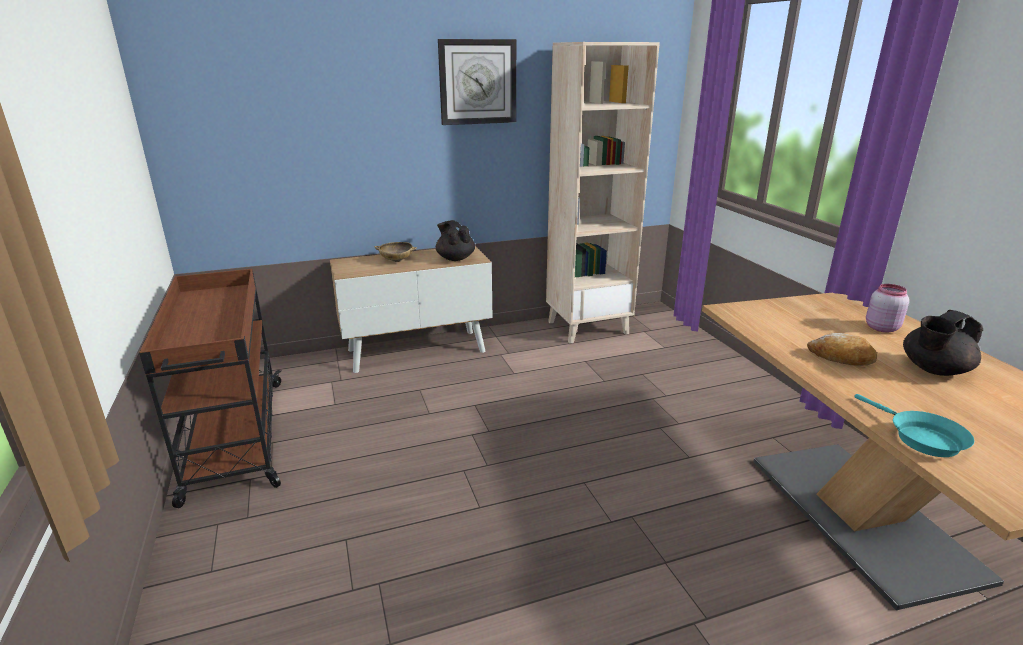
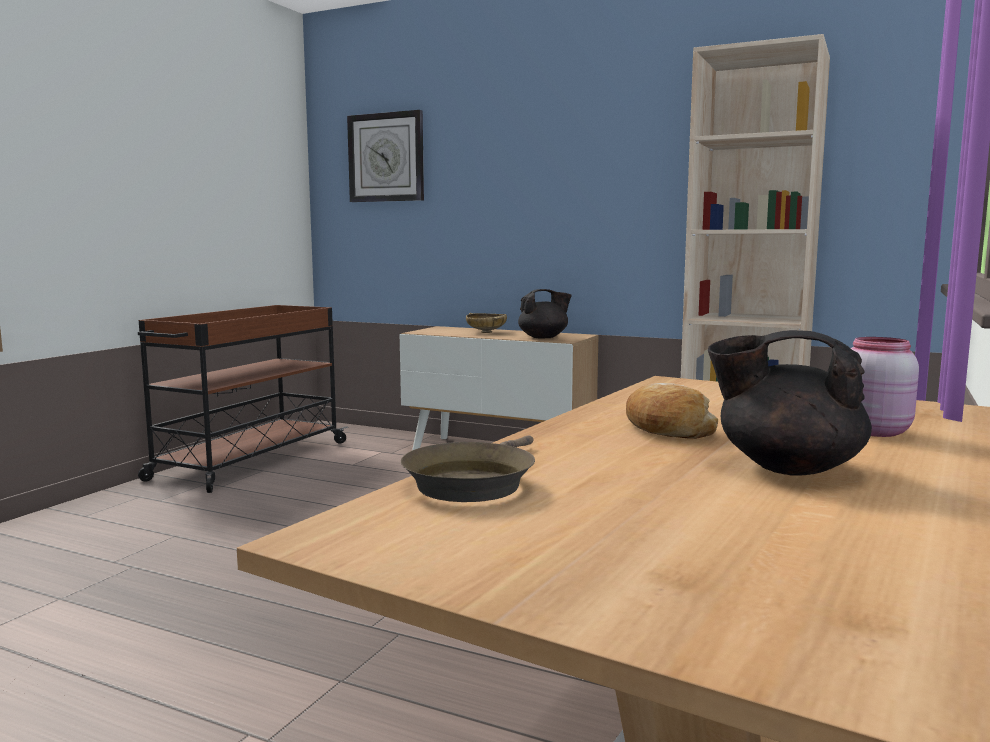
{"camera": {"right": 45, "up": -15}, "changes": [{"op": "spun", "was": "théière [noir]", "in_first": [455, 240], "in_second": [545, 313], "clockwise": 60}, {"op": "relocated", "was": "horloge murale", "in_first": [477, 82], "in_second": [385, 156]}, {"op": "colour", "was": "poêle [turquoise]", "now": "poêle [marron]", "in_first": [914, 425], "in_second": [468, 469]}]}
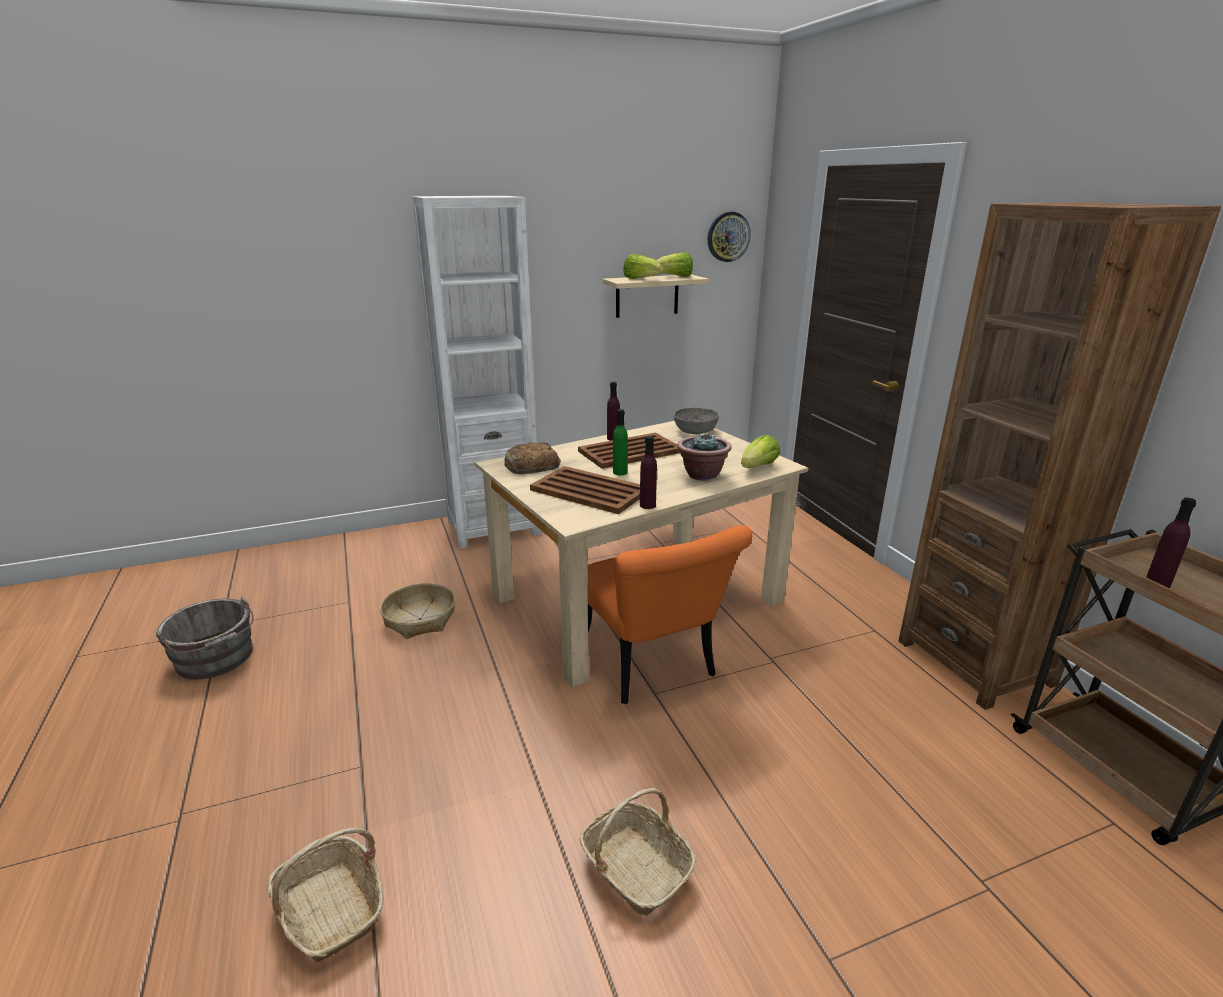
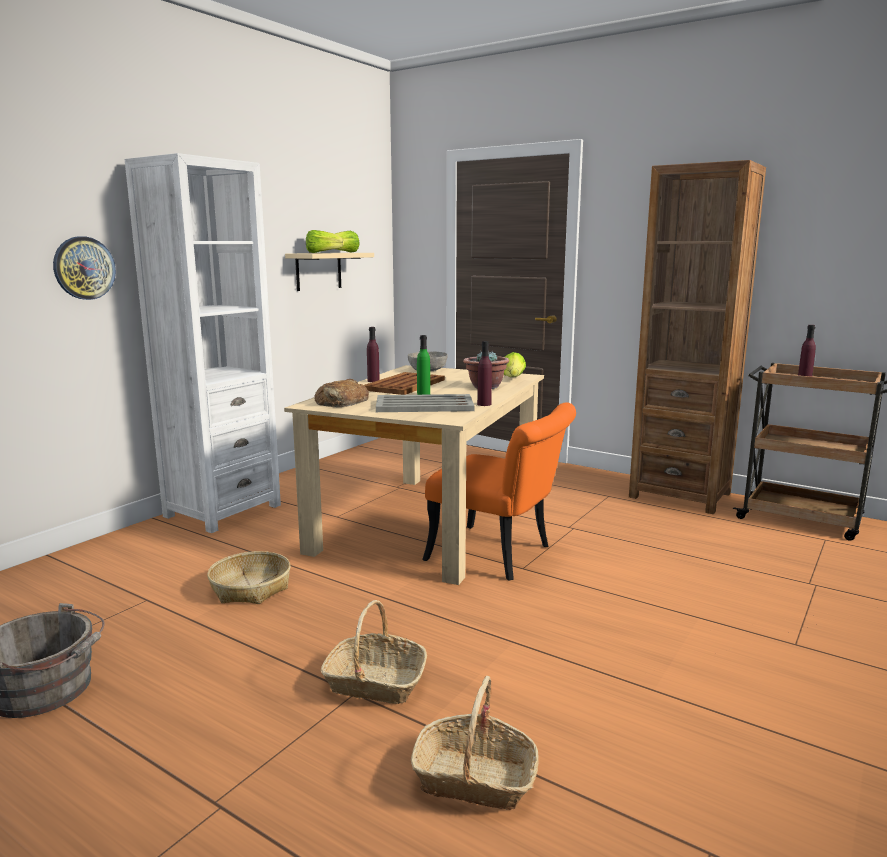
{"camera": {"right": -35, "up": -10}, "changes": [{"op": "colour", "was": "plateau [marron]", "now": "plateau [gris]", "in_first": [585, 490], "in_second": [425, 403]}, {"op": "relocated", "was": "panier", "in_first": [638, 852], "in_second": [374, 652]}, {"op": "relocated", "was": "horloge murale", "in_first": [729, 237], "in_second": [84, 268]}]}
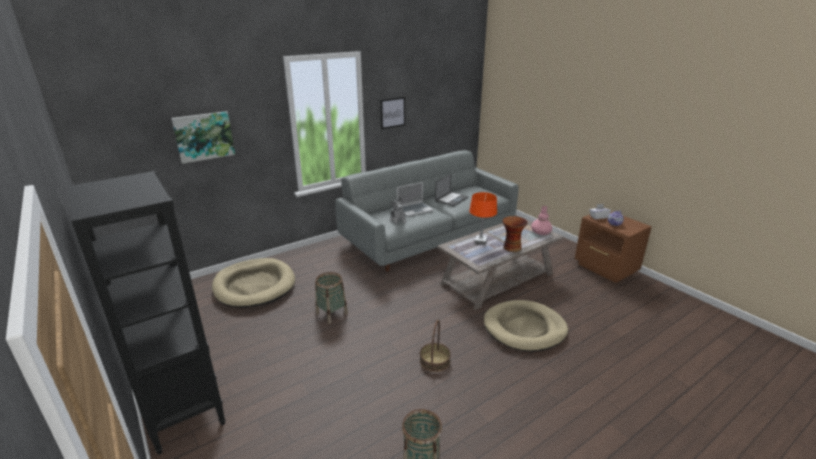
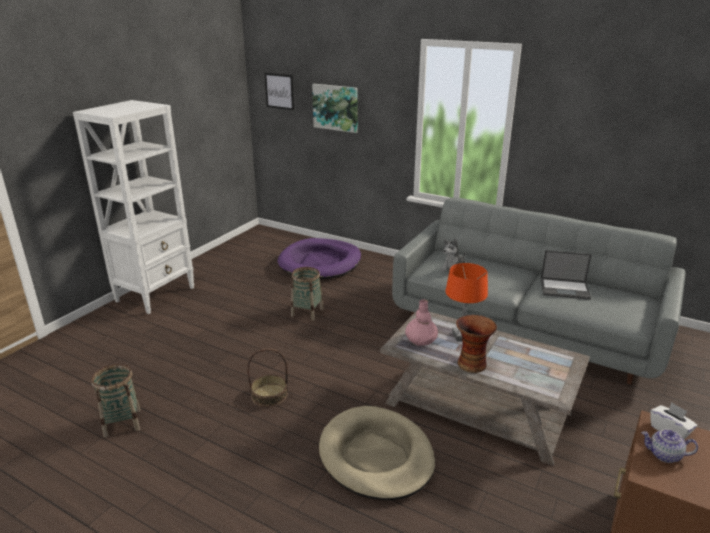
{"camera": {"right": 65, "up": 0}, "changes": [{"op": "colour", "was": "bibliothèque [noir]", "now": "bibliothèque [blanc]", "in_first": [147, 313], "in_second": [134, 207]}, {"op": "colour", "was": "panier pour chien [beige]", "now": "panier pour chien [violet]", "in_first": [253, 283], "in_second": [319, 258]}, {"op": "relocated", "was": "tableau", "in_first": [392, 113], "in_second": [279, 91]}, {"op": "missing", "was": "ordinateur portable", "in_first": [415, 199]}, {"op": "relocated", "was": "vase [rose]", "in_first": [541, 220], "in_second": [421, 322]}]}
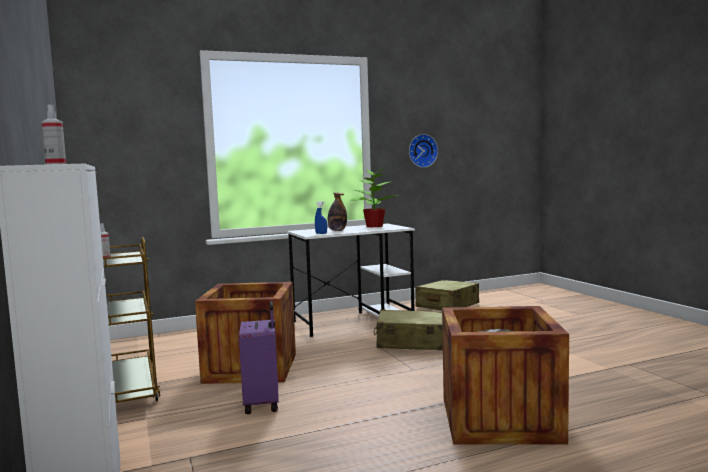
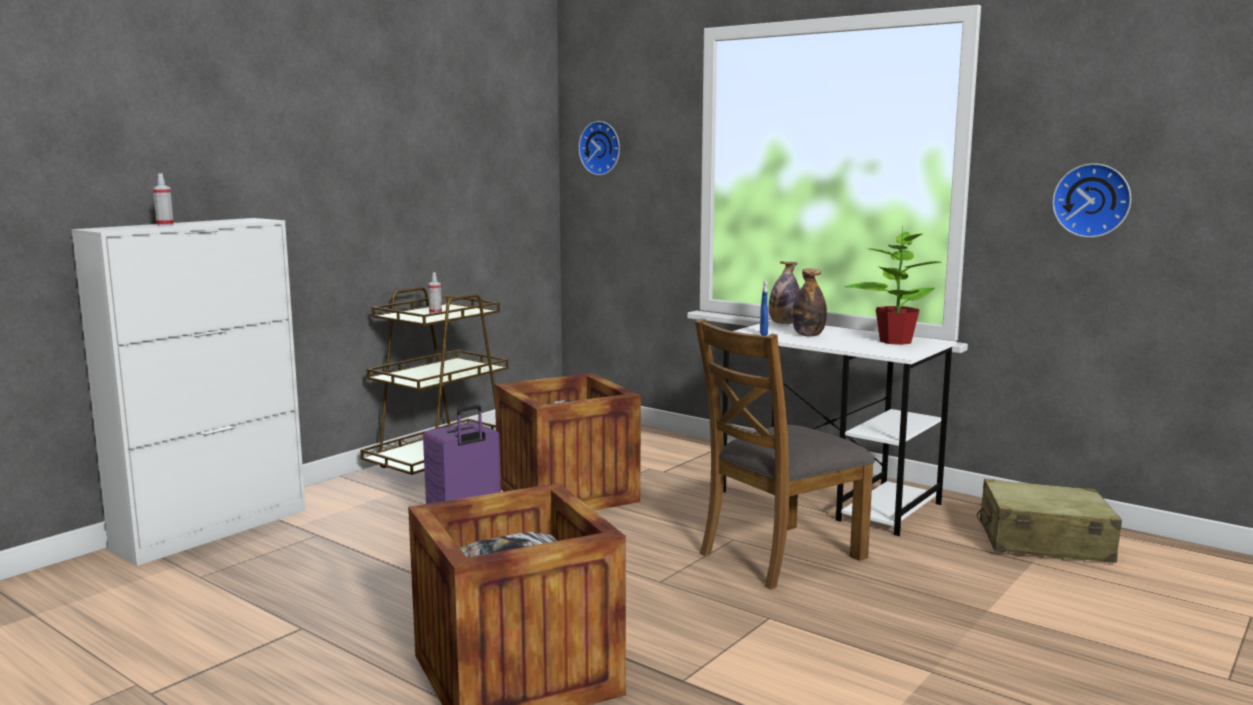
{"camera": {"right": 60, "up": 5}, "changes": [{"op": "exchanged", "was": "valise [beige]", "now": "chaise [marron]", "in_first": [408, 330], "in_second": [785, 454]}, {"op": "appeared", "now": "horloge murale", "in_second": [599, 148]}, {"op": "appeared", "now": "bouteille", "in_second": [784, 292]}]}
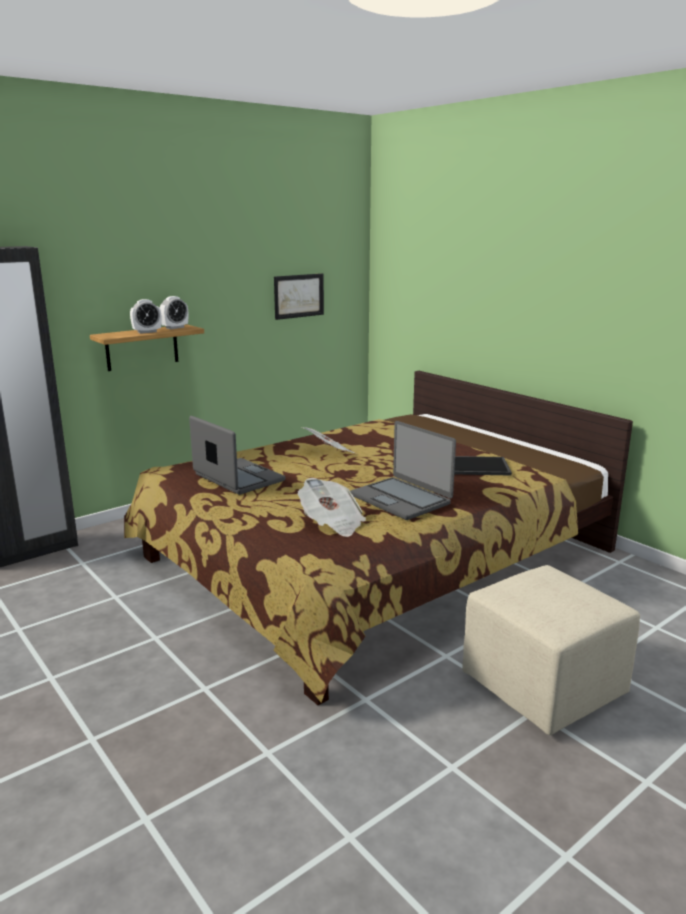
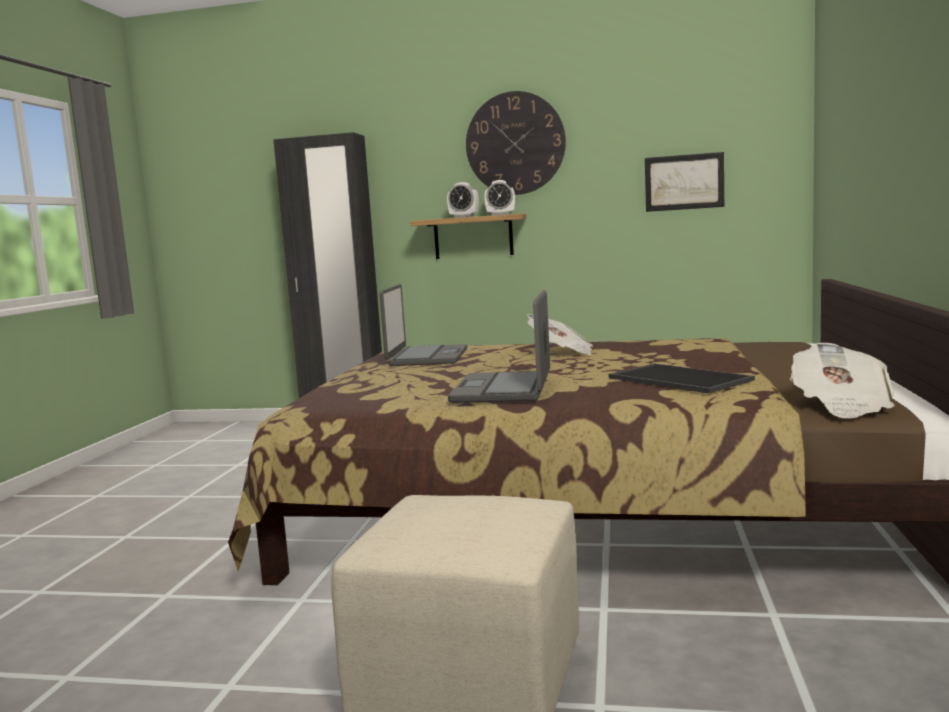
{"camera": {"right": 50, "up": -10}, "changes": [{"op": "relocated", "was": "journal", "in_first": [332, 507], "in_second": [842, 381]}, {"op": "appeared", "now": "horloge murale", "in_second": [516, 143]}]}
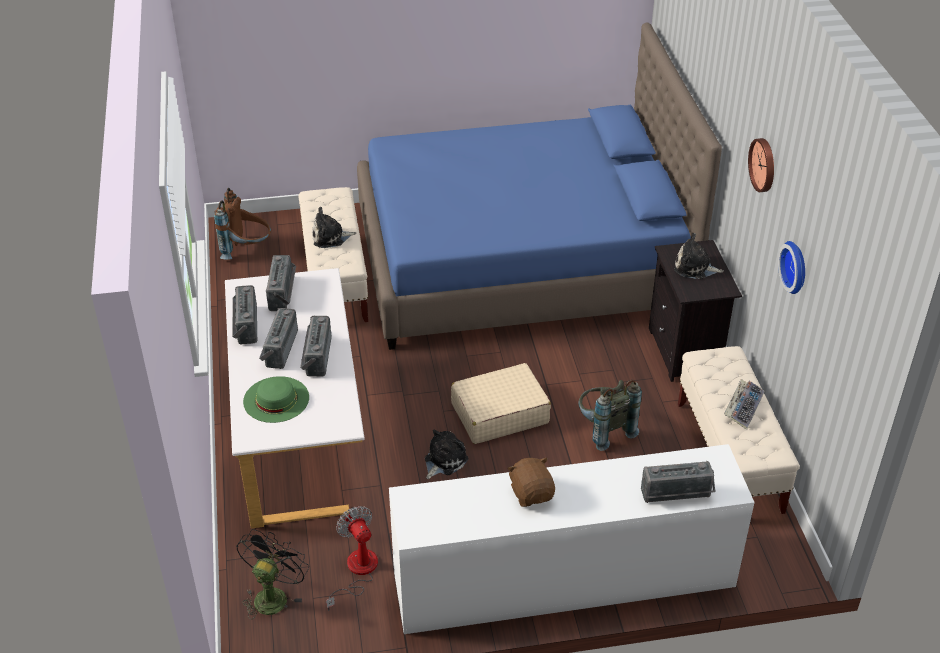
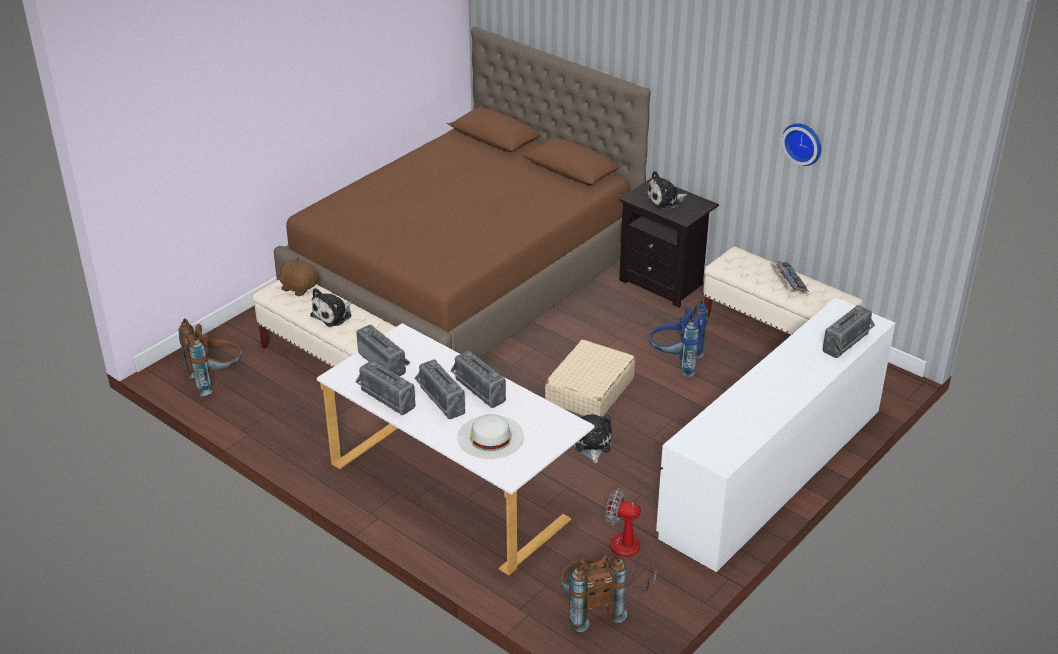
{"camera": {"right": -40, "up": -5}, "changes": [{"op": "exchanged", "was": "ventilateur [noir]", "now": "sac à dos [marron]", "in_first": [272, 574], "in_second": [593, 593]}, {"op": "colour", "was": "chapeau [vert]", "now": "chapeau [blanc]", "in_first": [276, 399], "in_second": [490, 436]}, {"op": "colour", "was": "lit [bleu]", "now": "lit [marron]", "in_first": [539, 186], "in_second": [462, 192]}, {"op": "relocated", "was": "peluche [marron]", "in_first": [531, 482], "in_second": [298, 277]}, {"op": "colour", "was": "sac à dos [gris]", "now": "sac à dos [bleu]", "in_first": [610, 415], "in_second": [678, 338]}, {"op": "missing", "was": "horloge murale", "in_first": [761, 165]}]}
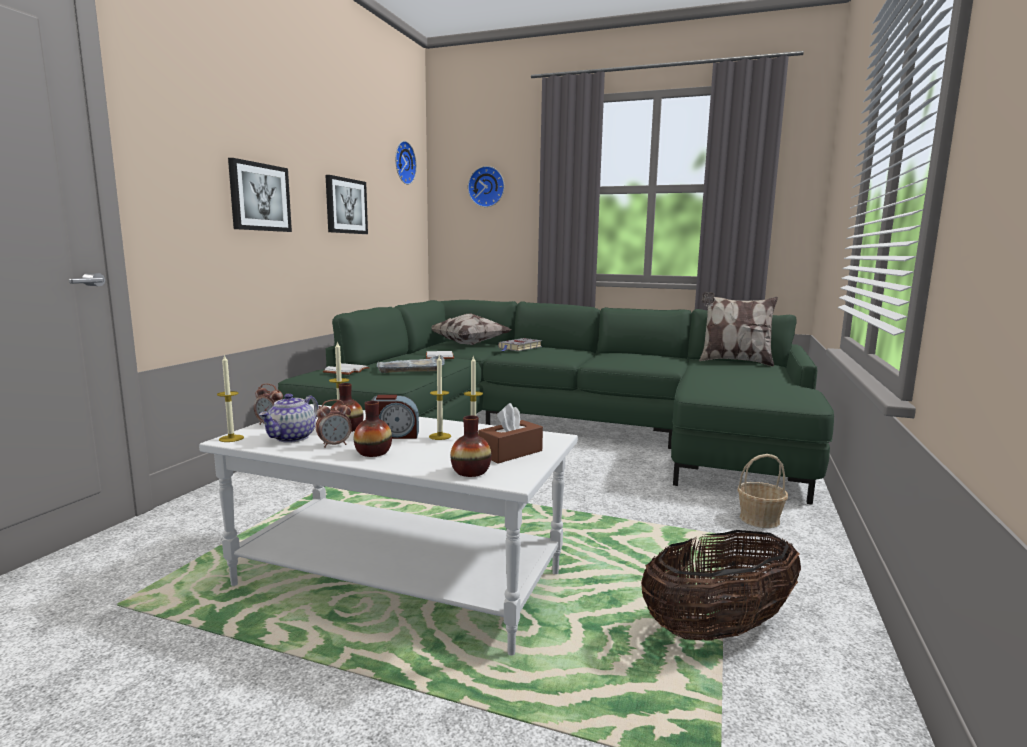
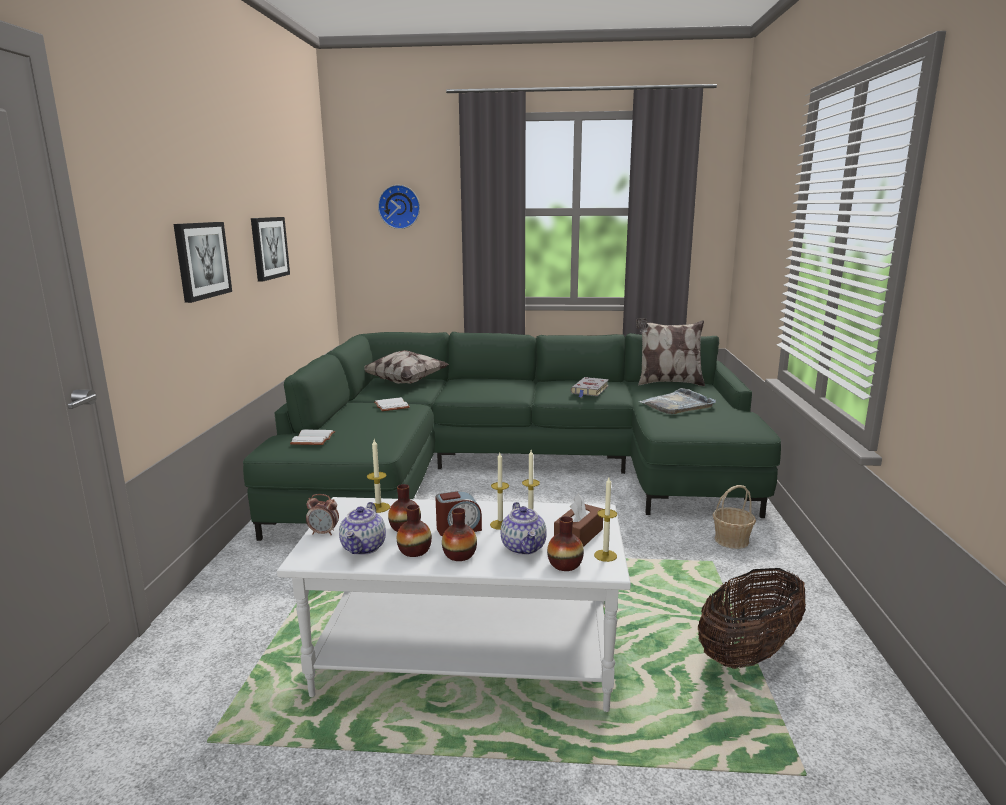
{"camera": {"right": -15, "up": 5}, "changes": [{"op": "relocated", "was": "bougie", "in_first": [230, 398], "in_second": [605, 519]}, {"op": "exchanged", "was": "réveil", "now": "vase", "in_first": [334, 423], "in_second": [414, 530]}, {"op": "relocated", "was": "plateau [gris]", "in_first": [411, 364], "in_second": [677, 401]}, {"op": "missing", "was": "horloge murale", "in_first": [406, 163]}, {"op": "relocated", "was": "livre [gris]", "in_first": [520, 344], "in_second": [590, 387]}, {"op": "appeared", "now": "théière", "in_second": [524, 528]}]}
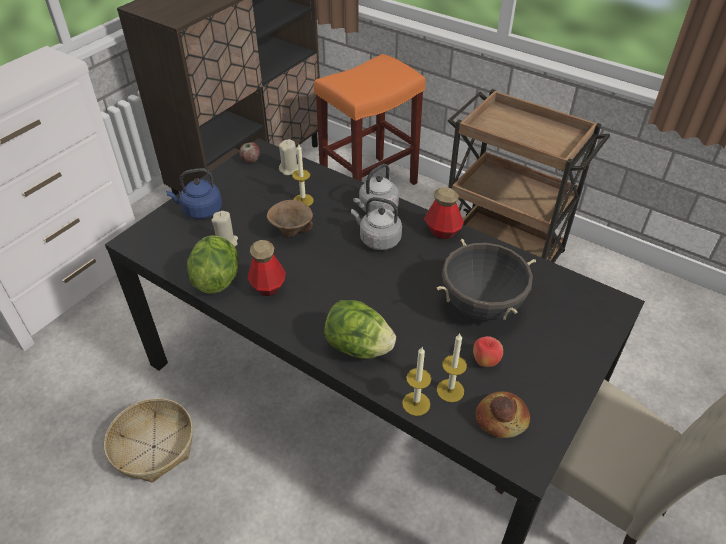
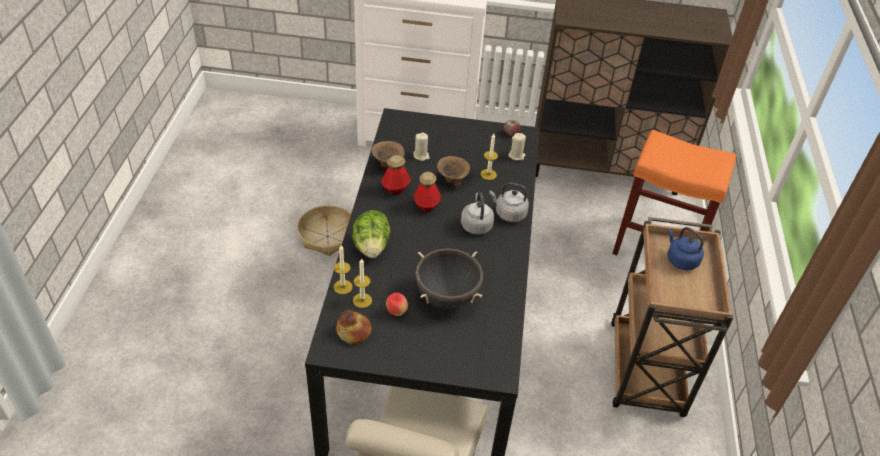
{"camera": {"right": 60, "up": 0}, "changes": [{"op": "relocated", "was": "bouilloire [bleu]", "in_first": [194, 193], "in_second": [685, 248]}, {"op": "exchanged", "was": "laitue", "now": "bol [marron]", "in_first": [213, 264], "in_second": [388, 154]}, {"op": "relocated", "was": "bouteille", "in_first": [444, 213], "in_second": [427, 192]}]}
